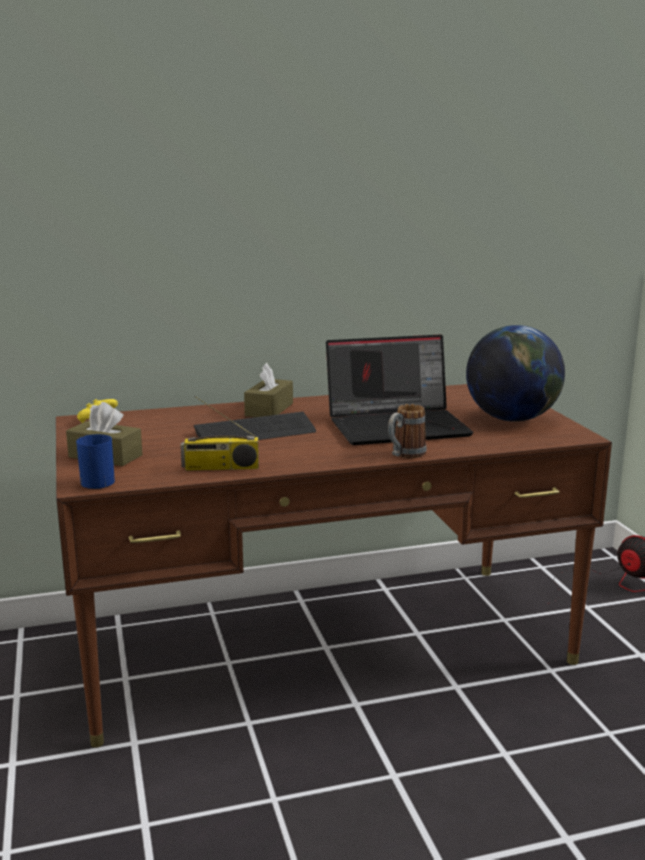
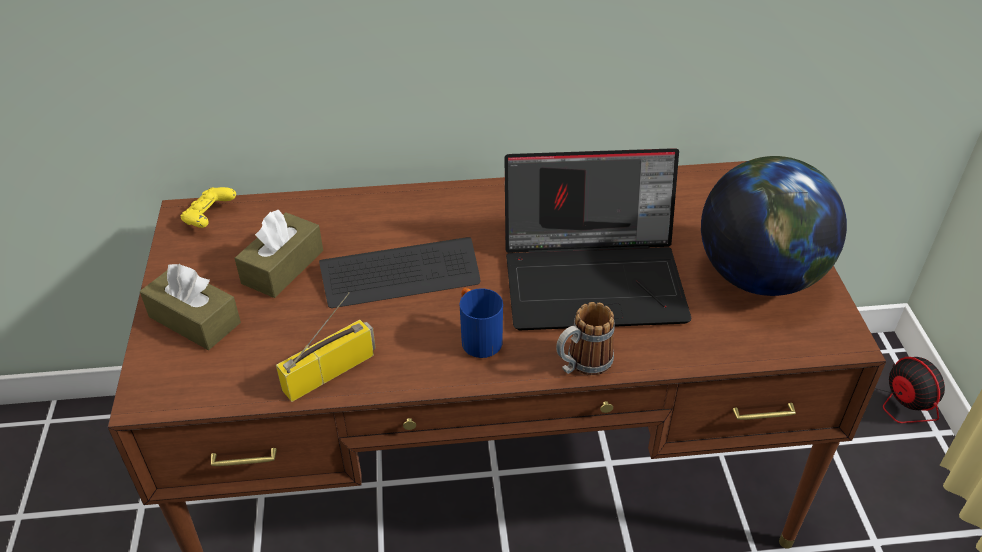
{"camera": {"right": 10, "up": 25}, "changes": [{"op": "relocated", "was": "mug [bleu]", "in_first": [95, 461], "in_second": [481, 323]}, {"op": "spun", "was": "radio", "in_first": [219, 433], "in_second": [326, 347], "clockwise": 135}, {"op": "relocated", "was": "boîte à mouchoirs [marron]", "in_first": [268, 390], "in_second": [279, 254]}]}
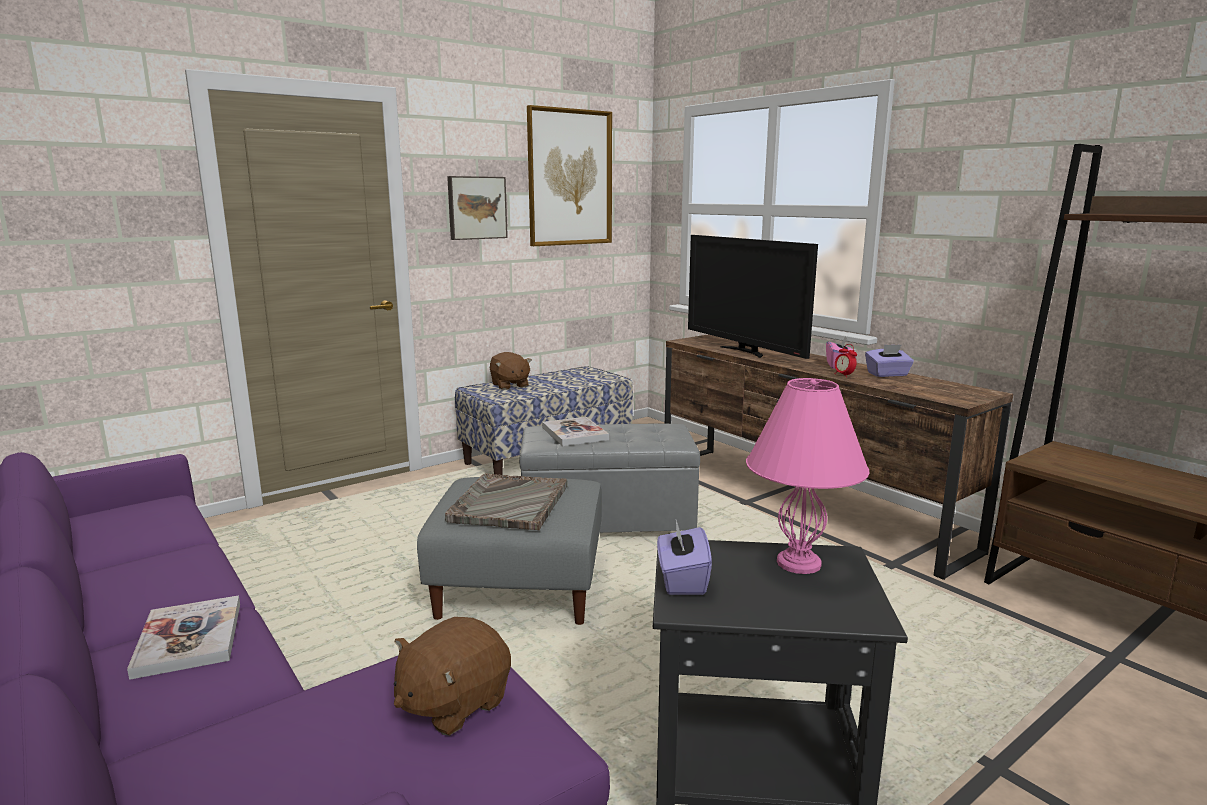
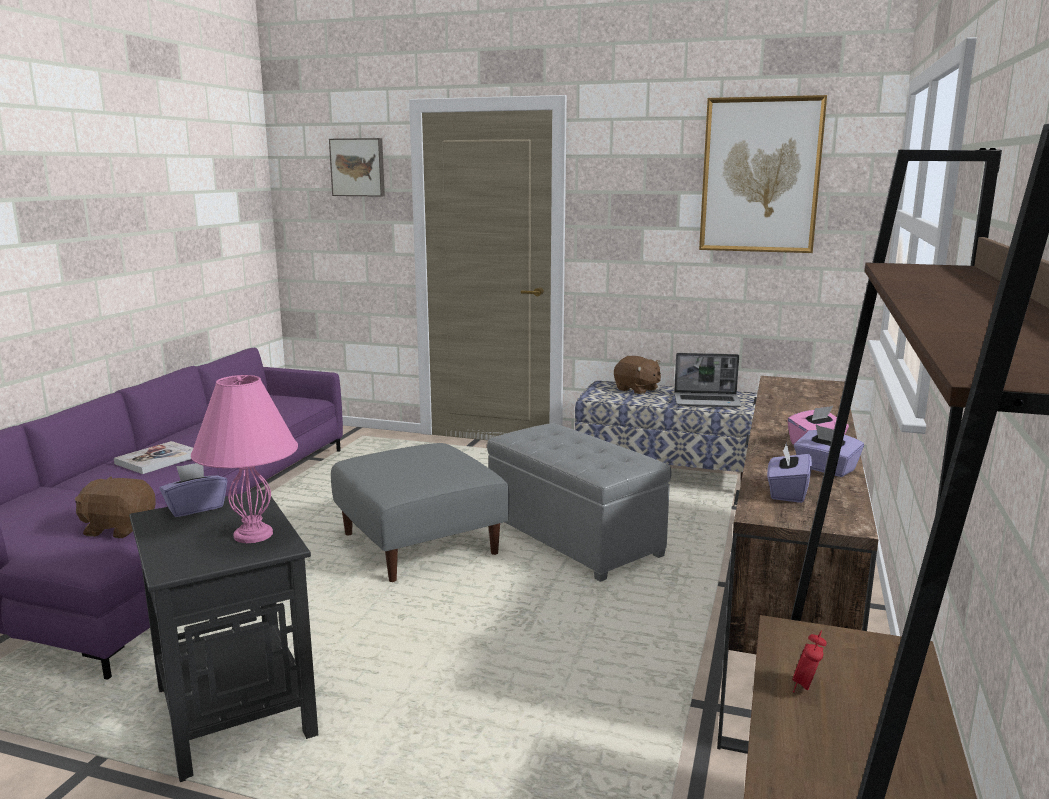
{"camera": {"right": 55, "up": 0}, "changes": [{"op": "missing", "was": "plateau [gris]", "in_first": [506, 502]}, {"op": "relocated", "was": "tableau", "in_first": [477, 208], "in_second": [357, 167]}, {"op": "spun", "was": "peluche [marron]", "in_first": [511, 371], "in_second": [637, 375], "clockwise": -75}, {"op": "missing", "was": "livre", "in_first": [575, 431]}, {"op": "missing", "was": "téléviseur", "in_first": [753, 297]}, {"op": "relocated", "was": "réveil", "in_first": [846, 360], "in_second": [809, 661]}, {"op": "appeared", "now": "ordinateur portable", "in_second": [708, 380]}, {"op": "appeared", "now": "boîte à mouchoirs [violet]", "in_second": [789, 472]}]}
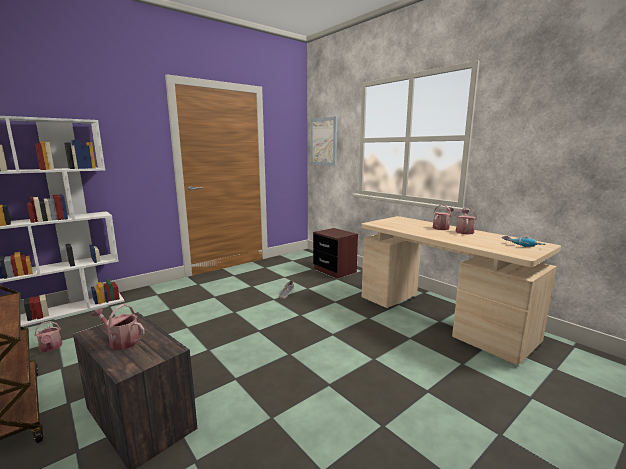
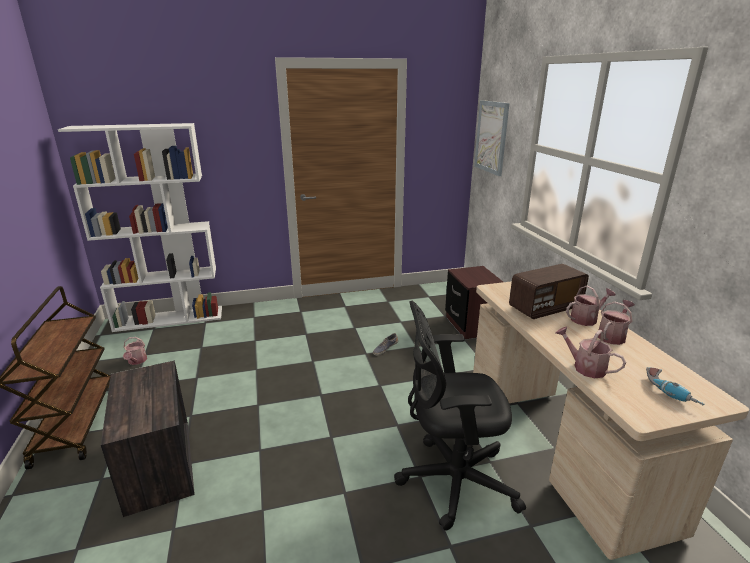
{"camera": {"right": 25, "up": 10}, "changes": [{"op": "relocated", "was": "arrosoir", "in_first": [118, 327], "in_second": [590, 352]}, {"op": "appeared", "now": "chaise de bureau [noir]", "in_second": [460, 416]}, {"op": "appeared", "now": "radio", "in_second": [549, 291]}]}
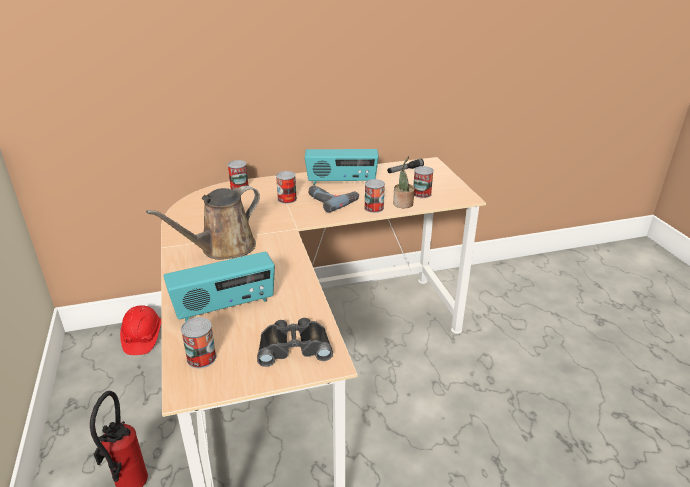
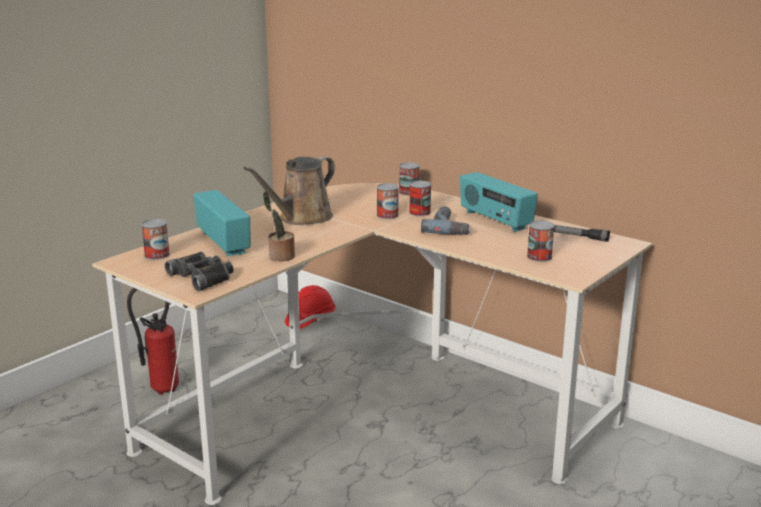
{"camera": {"right": 55, "up": -10}, "changes": [{"op": "spun", "was": "arrosoir [marron]", "in_first": [203, 223], "in_second": [289, 190], "clockwise": -60}, {"op": "spun", "was": "radio", "in_first": [219, 287], "in_second": [222, 223], "clockwise": -150}, {"op": "relocated", "was": "boîte métallique", "in_first": [374, 196], "in_second": [388, 201]}, {"op": "relocated", "was": "plante en pot", "in_first": [404, 182], "in_second": [279, 226]}]}
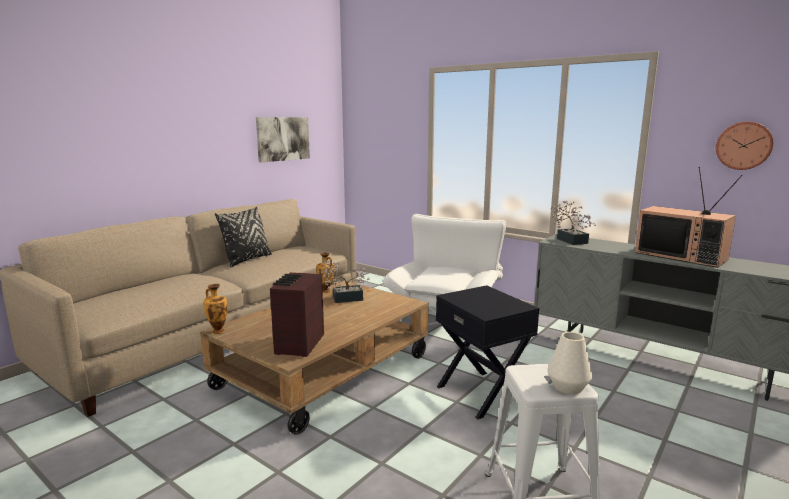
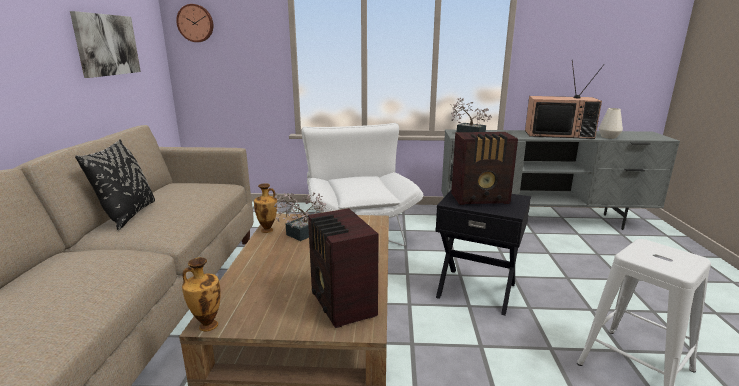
{"camera": {"right": -35, "up": 5}, "changes": [{"op": "relocated", "was": "vase [blanc]", "in_first": [569, 363], "in_second": [610, 123]}, {"op": "relocated", "was": "horloge murale", "in_first": [744, 146], "in_second": [194, 23]}, {"op": "appeared", "now": "radio", "in_second": [484, 168]}]}
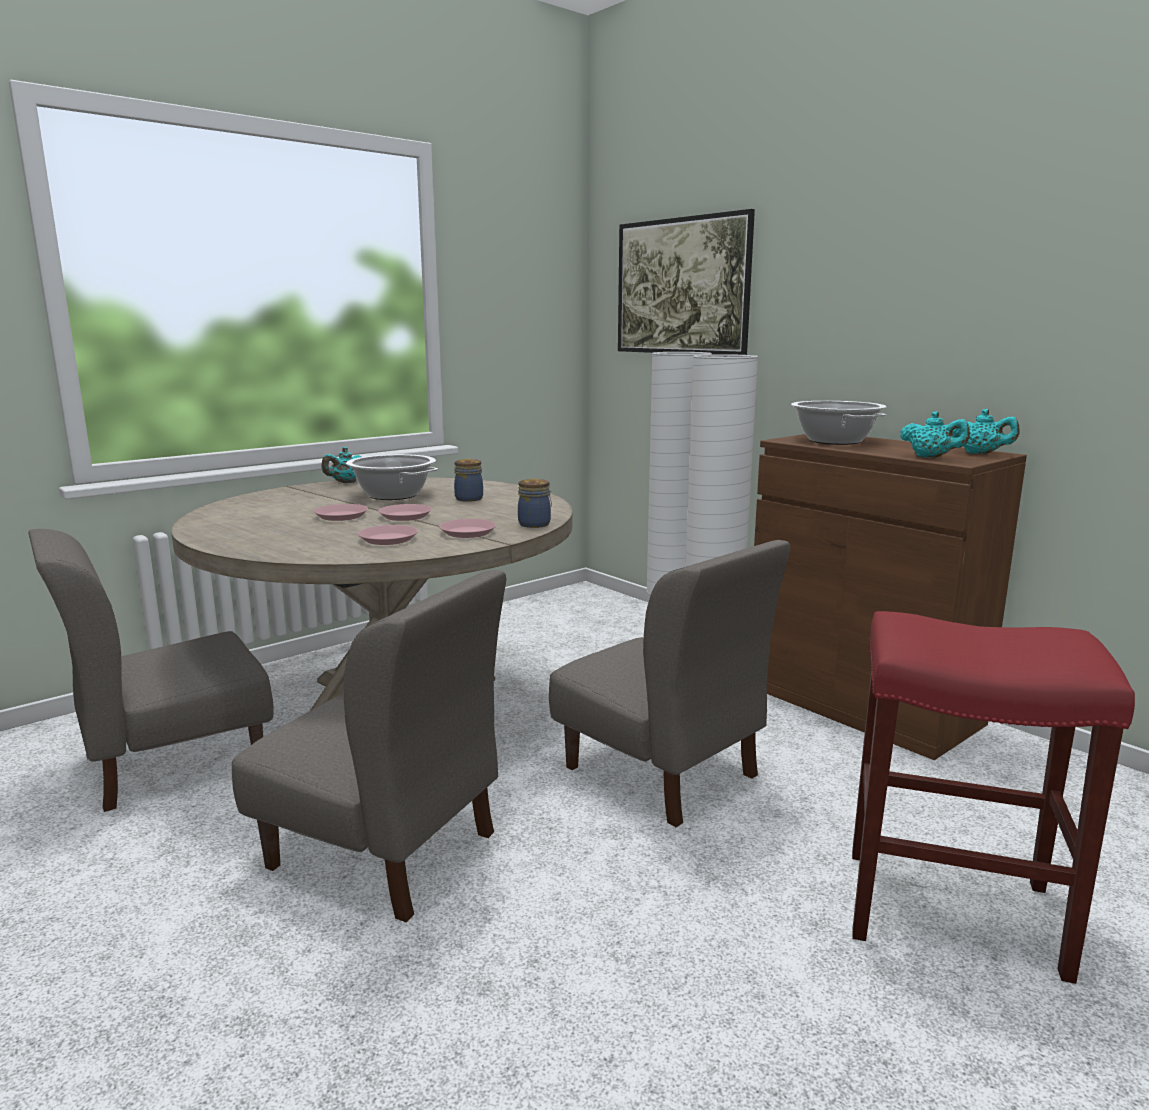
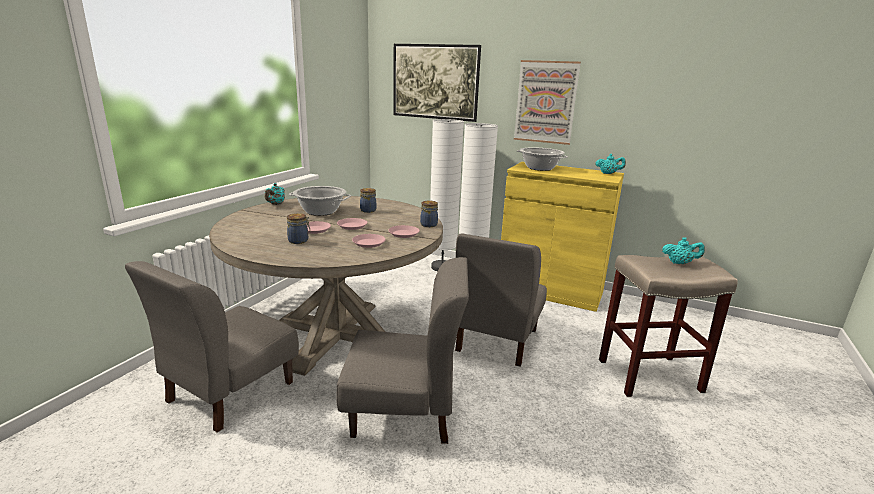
{"camera": {"right": -25, "up": 5}, "changes": [{"op": "spun", "was": "chaise [gris]", "in_first": [669, 683], "in_second": [501, 300], "clockwise": 90}, {"op": "colour", "was": "meuble de rangement [marron]", "now": "meuble de rangement [jaune]", "in_first": [890, 597], "in_second": [562, 237]}, {"op": "colour", "was": "tabouret [rouge]", "now": "tabouret [beige]", "in_first": [993, 797], "in_second": [668, 326]}, {"op": "relocated", "was": "théière [turquoise]", "in_first": [935, 434], "in_second": [683, 250]}, {"op": "appeared", "now": "bocal", "in_second": [298, 228]}, {"op": "appeared", "now": "tableau", "in_second": [547, 102]}]}
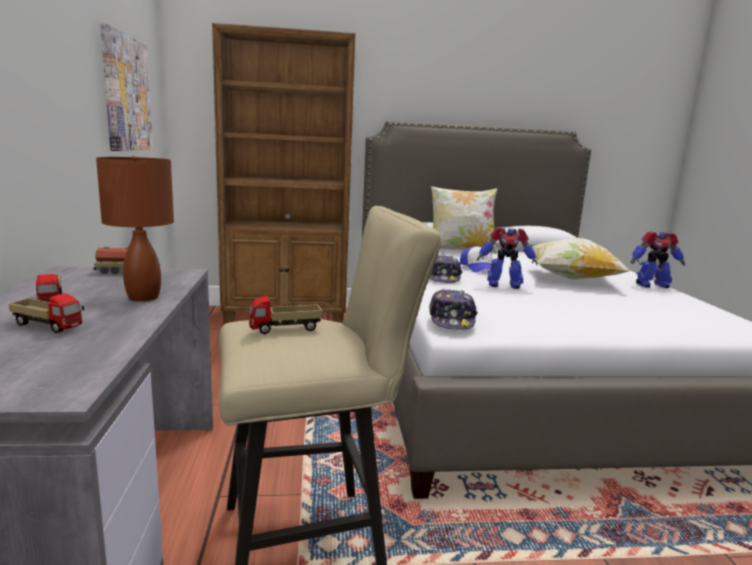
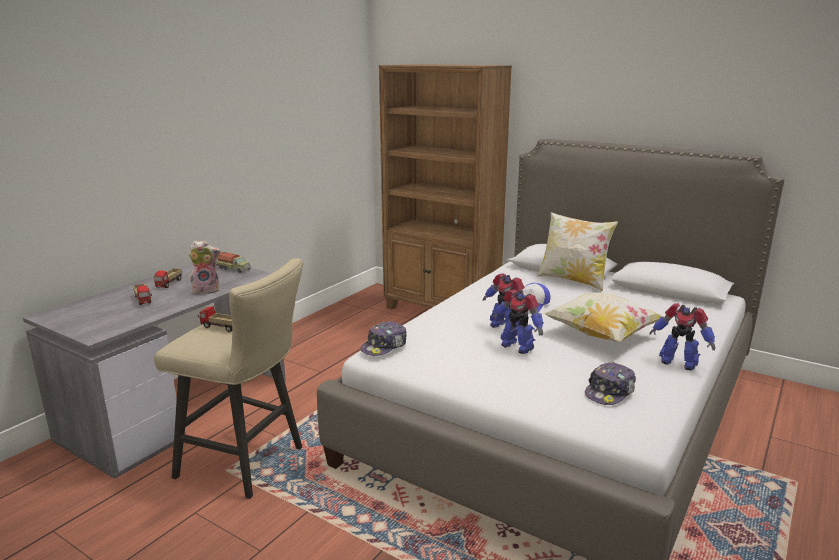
{"camera": {"right": 40, "up": 5}, "changes": [{"op": "exchanged", "was": "lampe de table [marron]", "now": "peluche", "in_first": [135, 228], "in_second": [205, 267]}, {"op": "missing", "was": "tableau", "in_first": [126, 87]}, {"op": "relocated", "was": "casquette", "in_first": [445, 269], "in_second": [610, 383]}, {"op": "appeared", "now": "robot jouet", "in_second": [518, 322]}]}
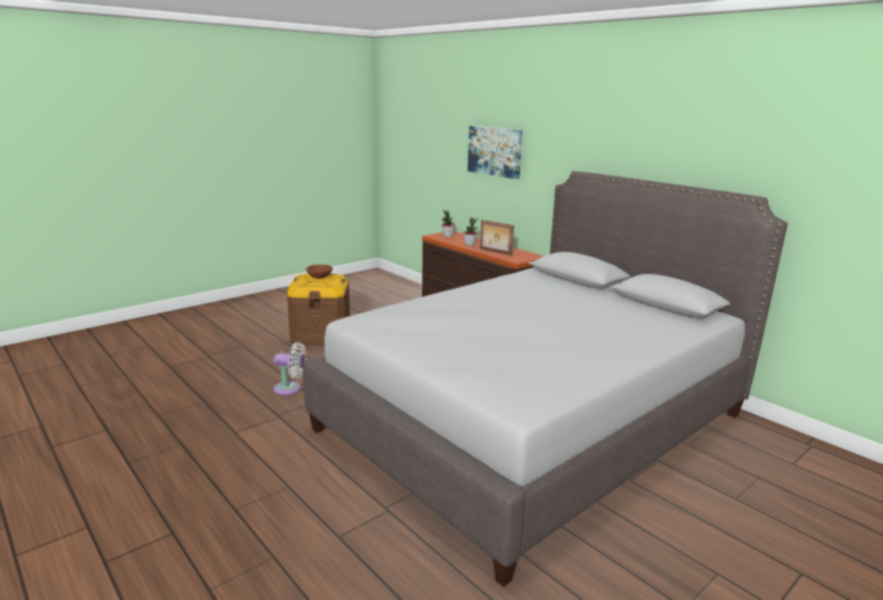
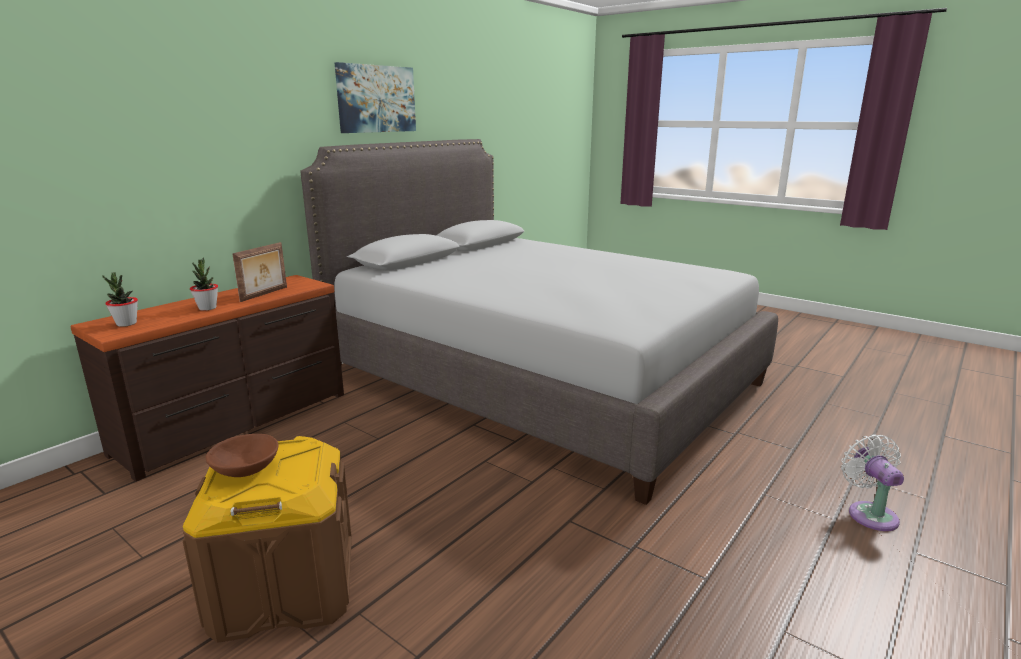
{"camera": {"right": -100, "up": 0}, "changes": [{"op": "relocated", "was": "ventilateur [blanc]", "in_first": [289, 368], "in_second": [872, 482]}, {"op": "relocated", "was": "tableau", "in_first": [495, 152], "in_second": [375, 97]}]}
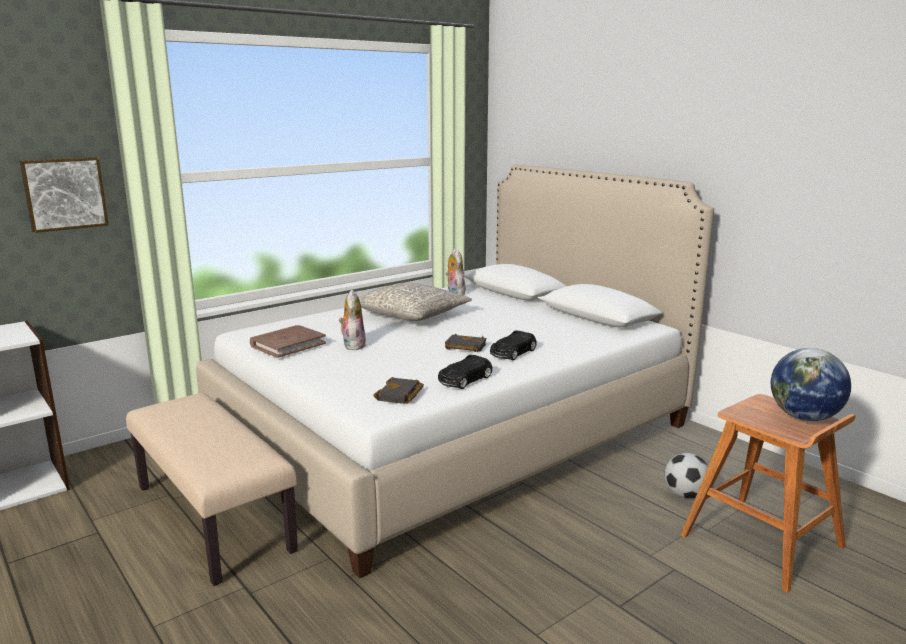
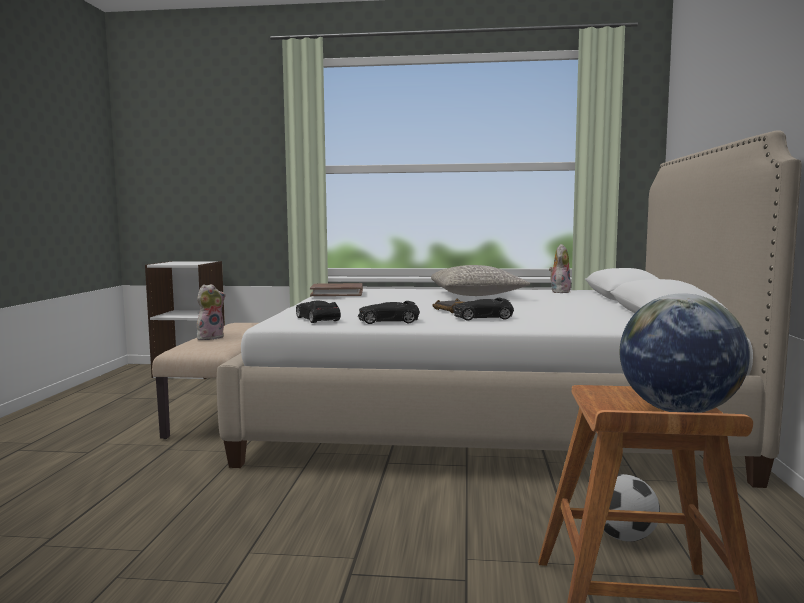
{"camera": {"right": 45, "up": -10}, "changes": [{"op": "missing", "was": "tableau", "in_first": [64, 195]}, {"op": "relocated", "was": "peluche", "in_first": [352, 320], "in_second": [211, 312]}, {"op": "exchanged", "was": "livre [noir]", "now": "petite voiture [noir]", "in_first": [398, 390], "in_second": [318, 312]}]}
